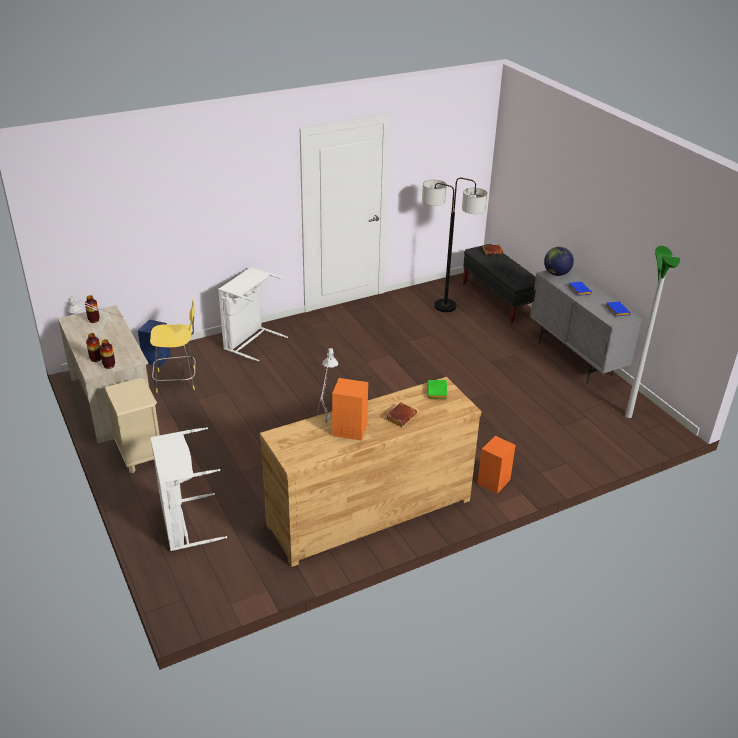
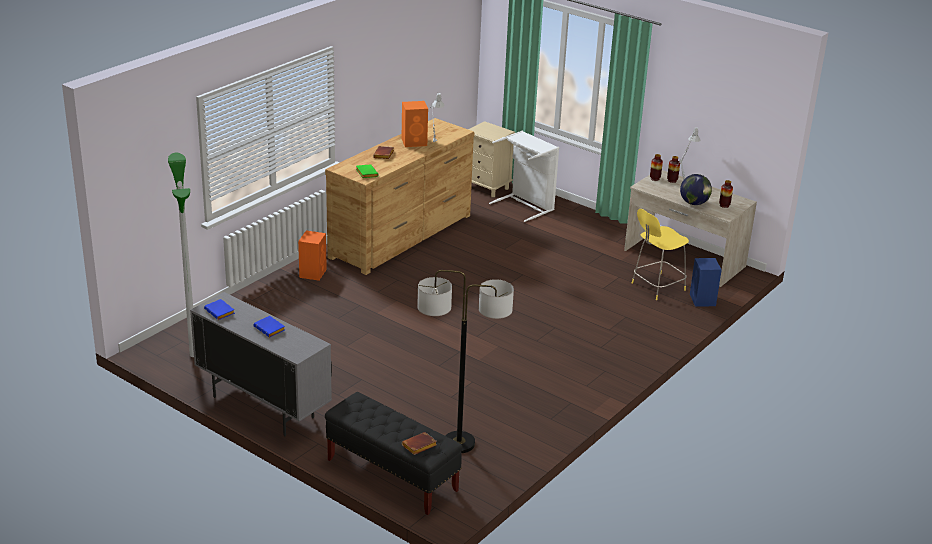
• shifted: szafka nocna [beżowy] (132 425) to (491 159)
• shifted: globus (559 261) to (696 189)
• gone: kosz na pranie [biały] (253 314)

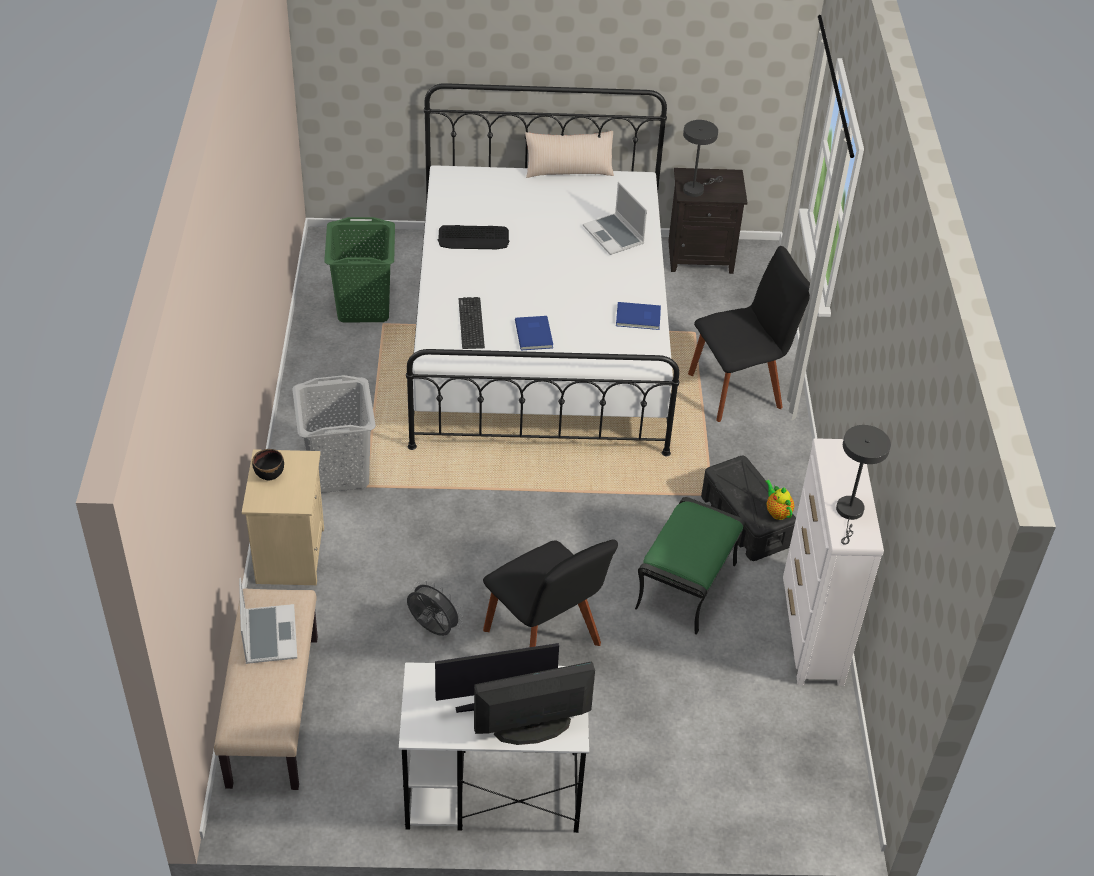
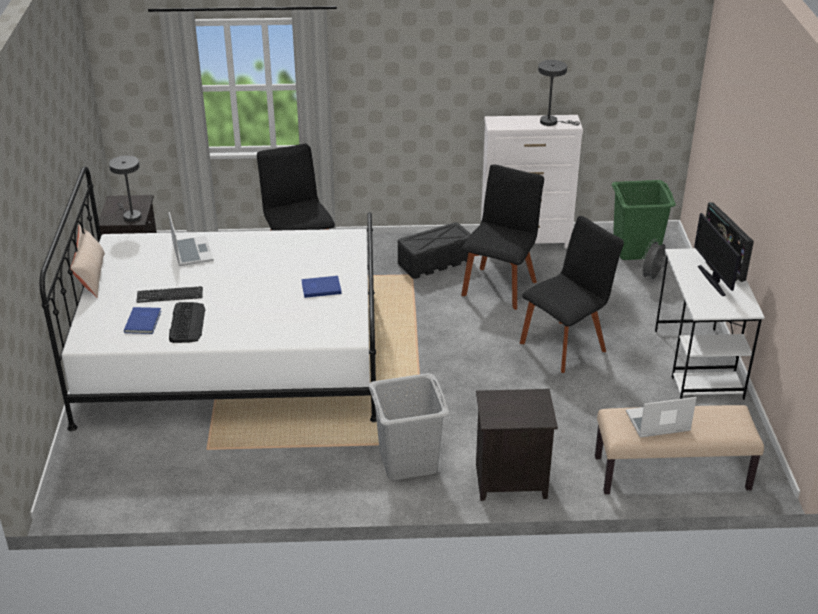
• shifted: książka [niebieski] (638 316) to (142 320)
• shifted: klawiatura (472 323) to (169 294)
• rotated: laptop (615 218) = (191 239) 75 degrees counterclockwise
• swapped: pufa [zielony] (690 566) to krzesło [czarny] (502 237)
• repainted: szafka nocna [beżowy] (283 517) to szafka nocna [czarny] (517 445)
• shifted: kosz na pranie [zielony] (359 269) to (644 220)
• shifted: wentylator [szary] (435 608) to (653 259)
• gone: miska [czarny] (268 465)
• gone: imbryk (779 500)

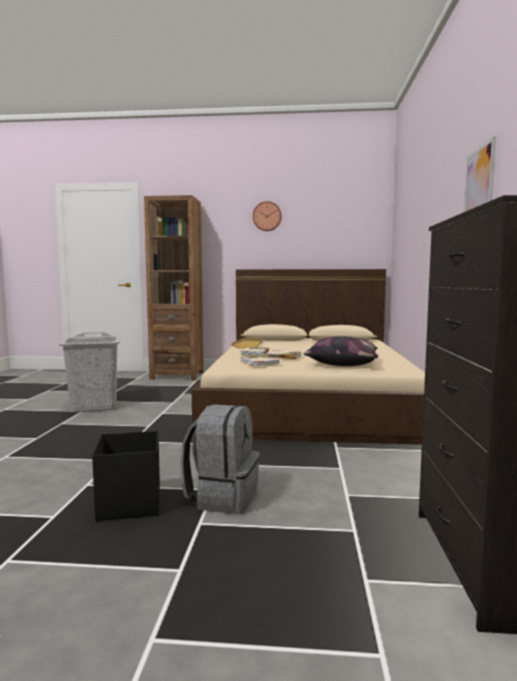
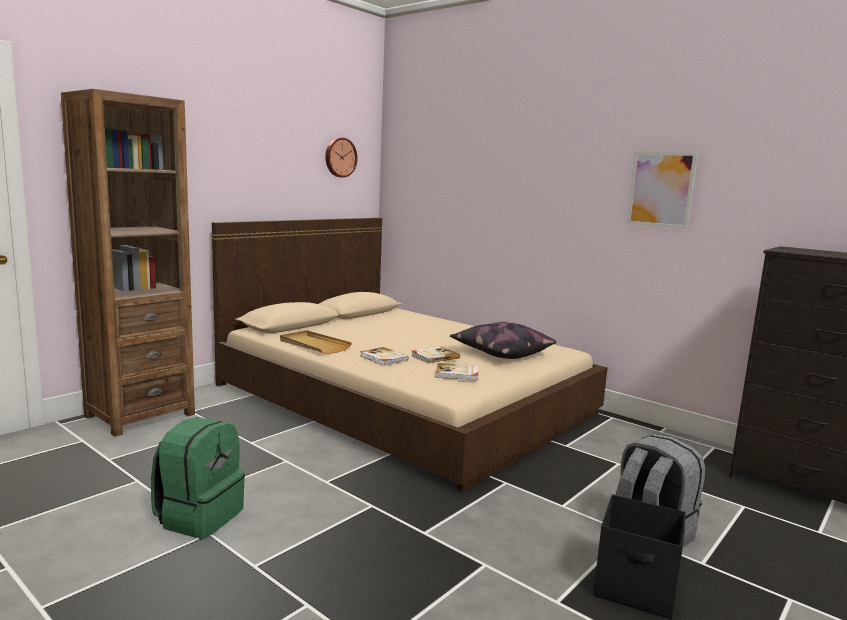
• swapped: kosz na pranie [szary] (89 372) to plecak [zielony] (198 478)
• shifted: zegar ścienny (267 216) to (341 158)

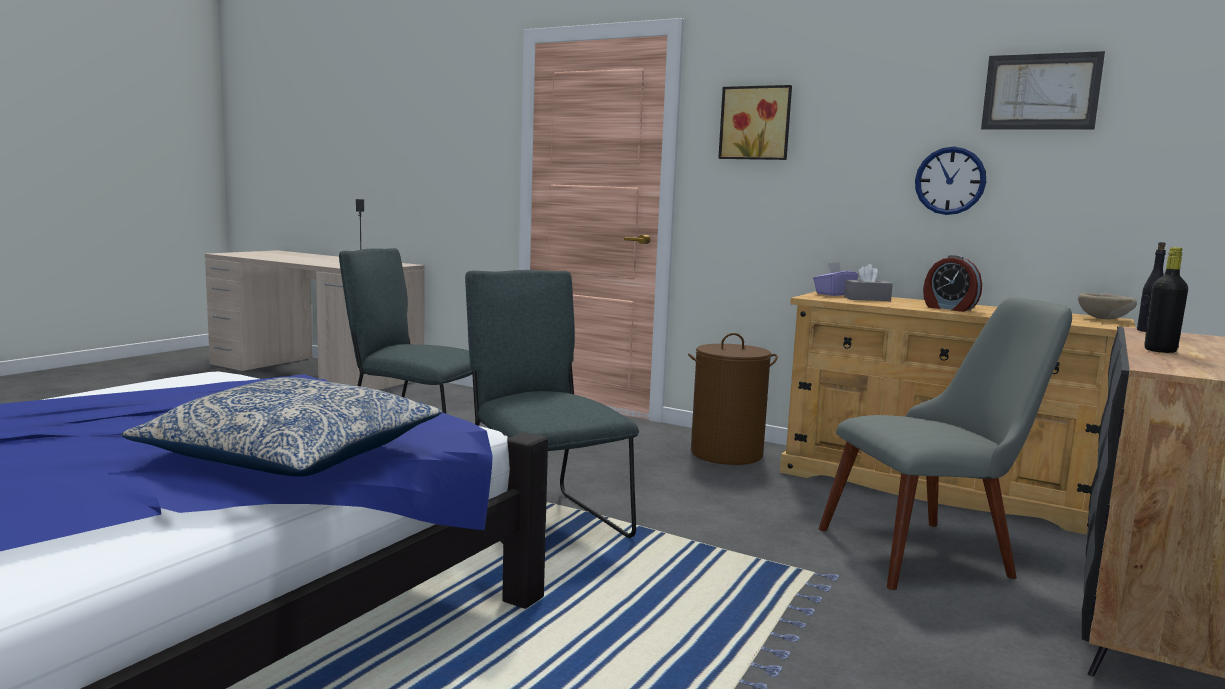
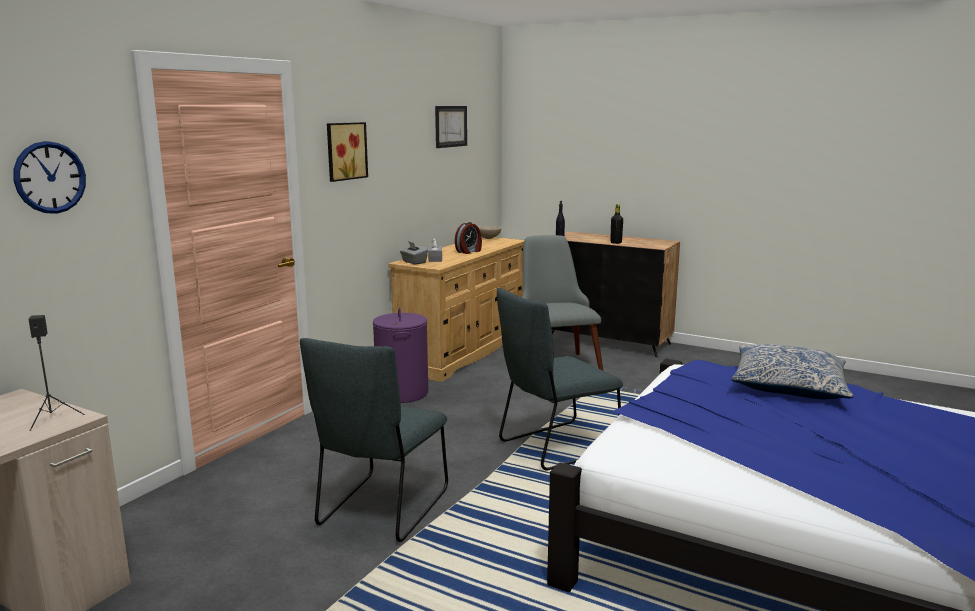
• shifted: zegar ścienny (950 181) to (49 177)
• repainted: kosz na pranie [brązowy] (733 399) to kosz na pranie [fioletowy] (400 355)
• repainted: pudełko chusteczek [fioletowy] (836 279) to pudełko chusteczek [szary] (414 253)

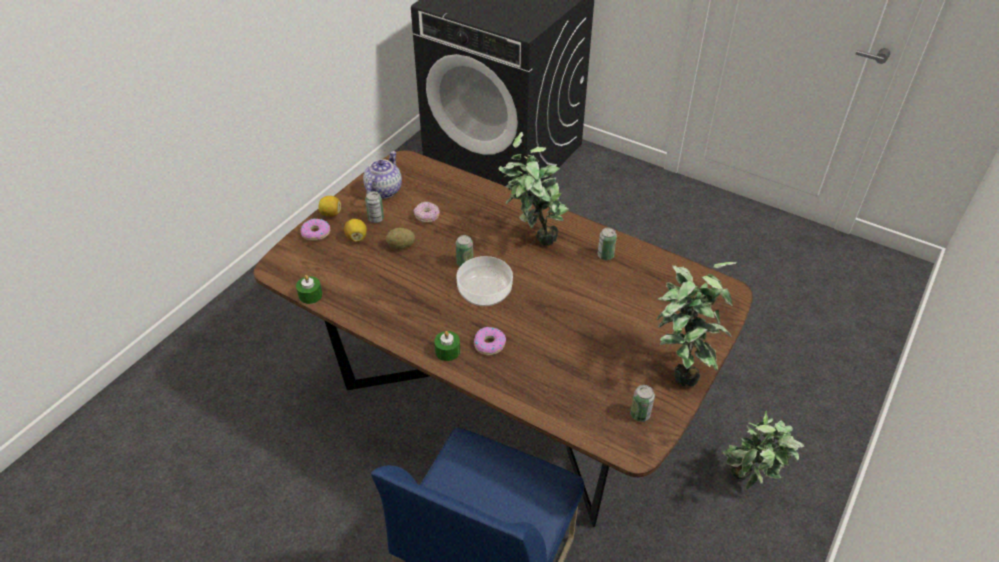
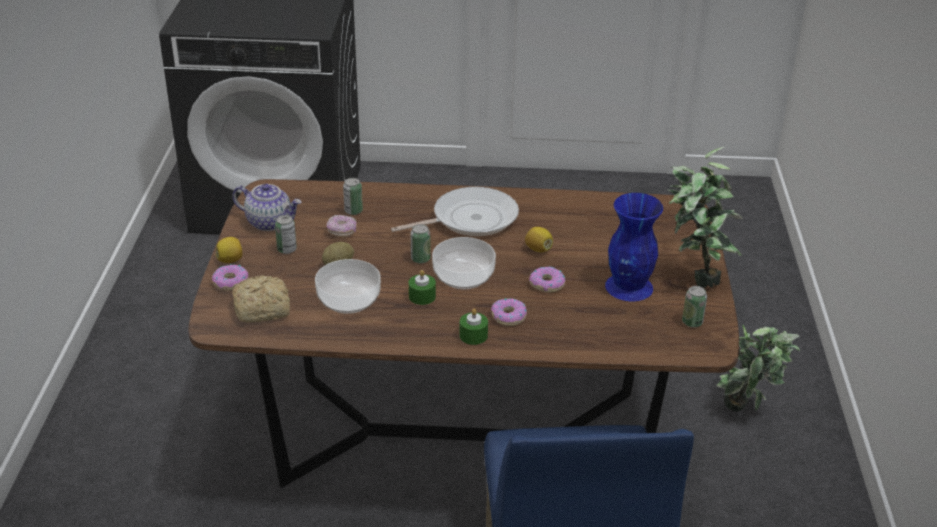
• rotated: imbryk (382 175) = (266 207) 120 degrees clockwise
• new: chleb (261 299)
• new: miska (348 286)
• shifted: puszka (607 243) to (353 196)
• swapped: roślina doniczkowa (533 189) to patelnia (455 211)
• shifted: świeca [zielony] (309 289) to (422 287)
• shifted: cytryna (355 230) to (539 239)
• new: donut (547 279)
• new: wazon [niebieski] (634 247)

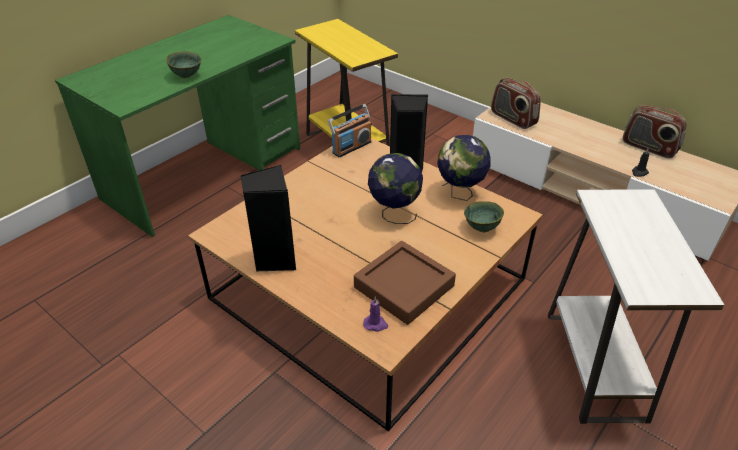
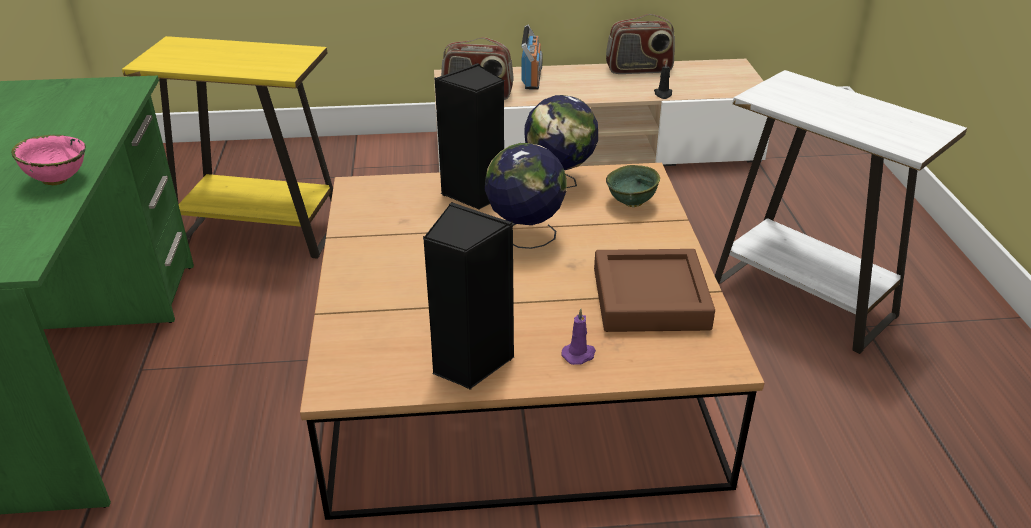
• repainted: miska [zielony] (183 64) to miska [różowy] (48 160)
• shifted: radio (350 130) to (532 57)
• shifted: świeca [fioletowy] (375 314) to (579 336)

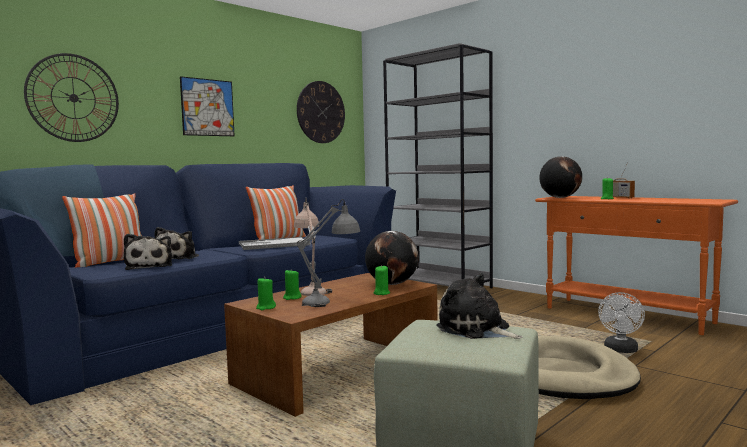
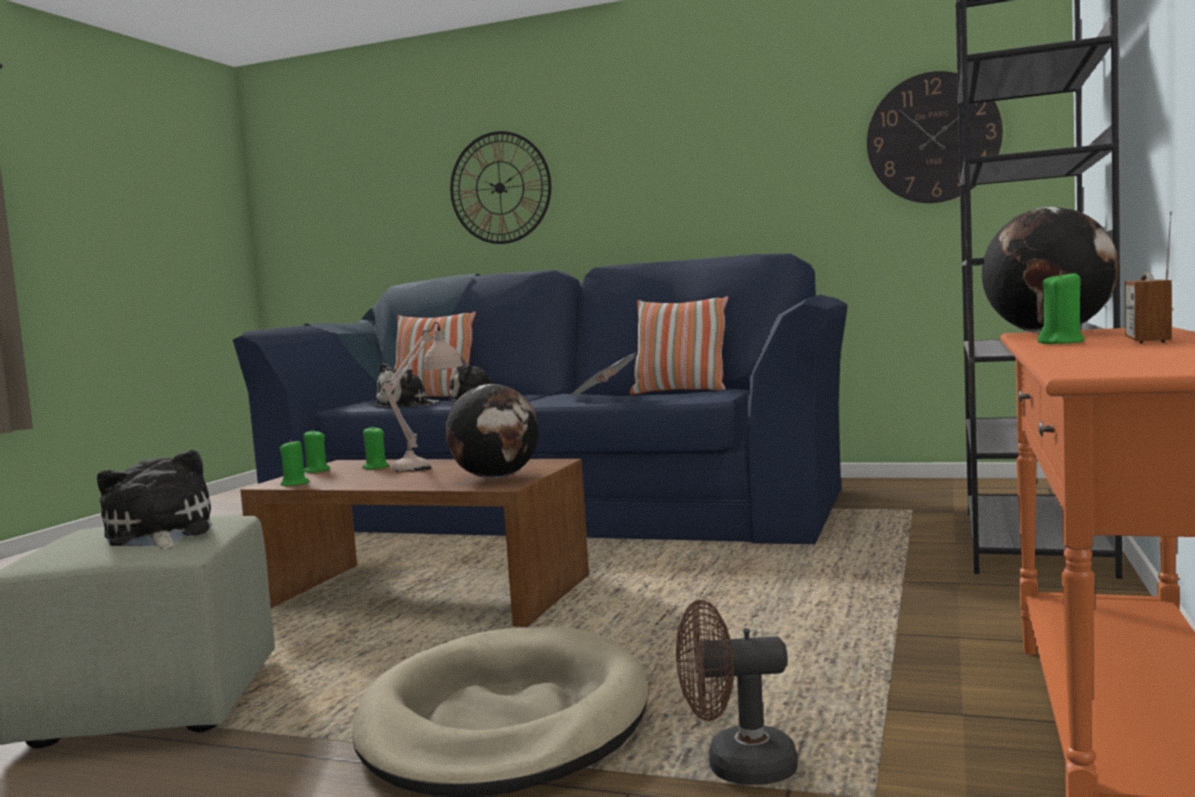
• rotated: pluszak (480 306) = (154 499) 45 degrees counterclockwise
• shifted: świeca [zielony] (381 280) to (294 462)
• swapped: taca (275 243) to gazeta (602 374)
• repainted: wentylator [biały] (621 322) to wentylator [brązowy] (737 692)
• gone: obraz (207 106)
• gone: lampa stołowa [szary] (328 253)

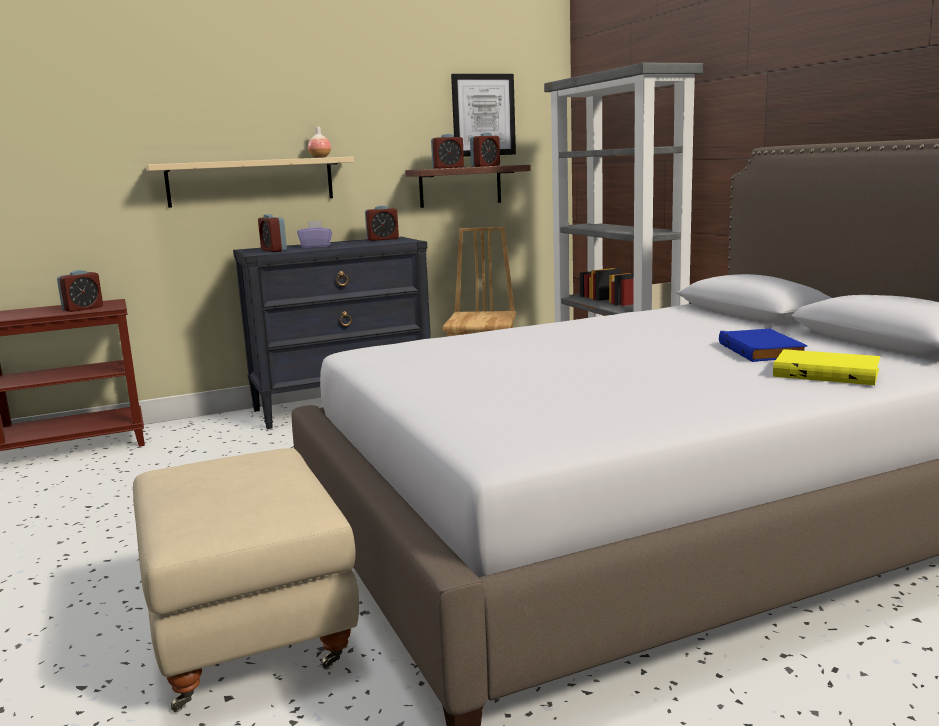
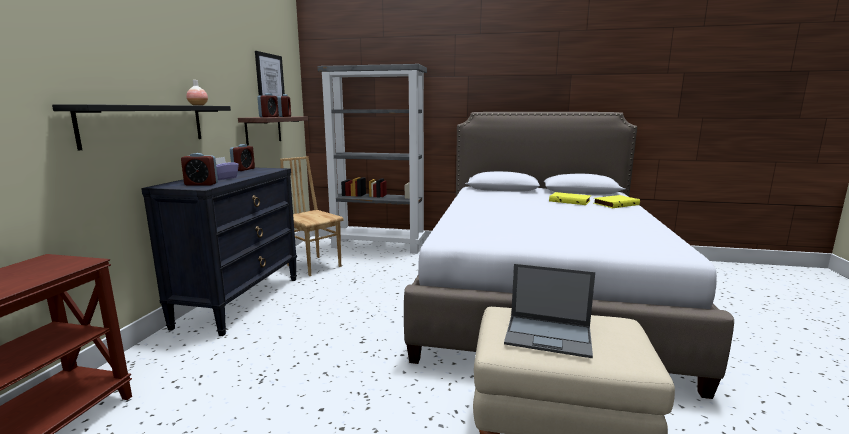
• repainted: półka [beżowy] (250 182) to półka [czarny] (141 127)
• new: laptop (549 310)
• repainted: książka [niebieski] (763 345) to książka [żółty] (570 198)
• gone: budzik (80 291)

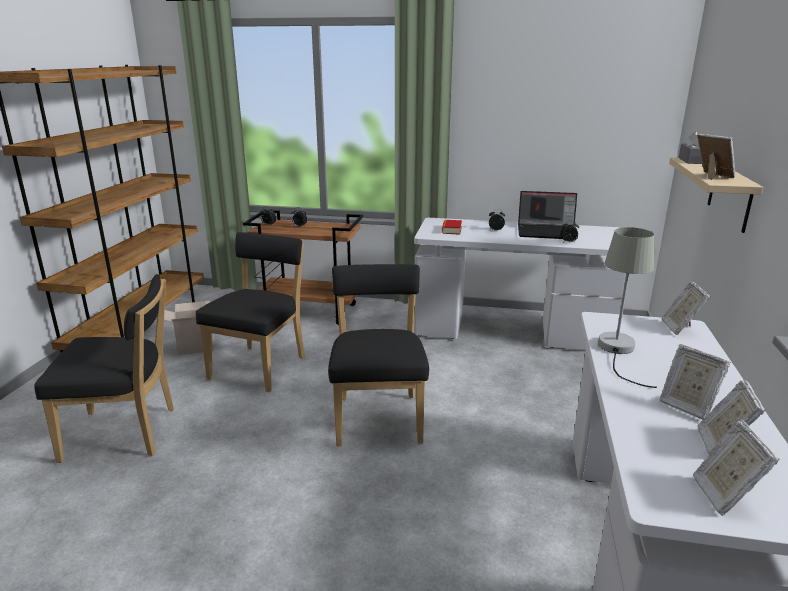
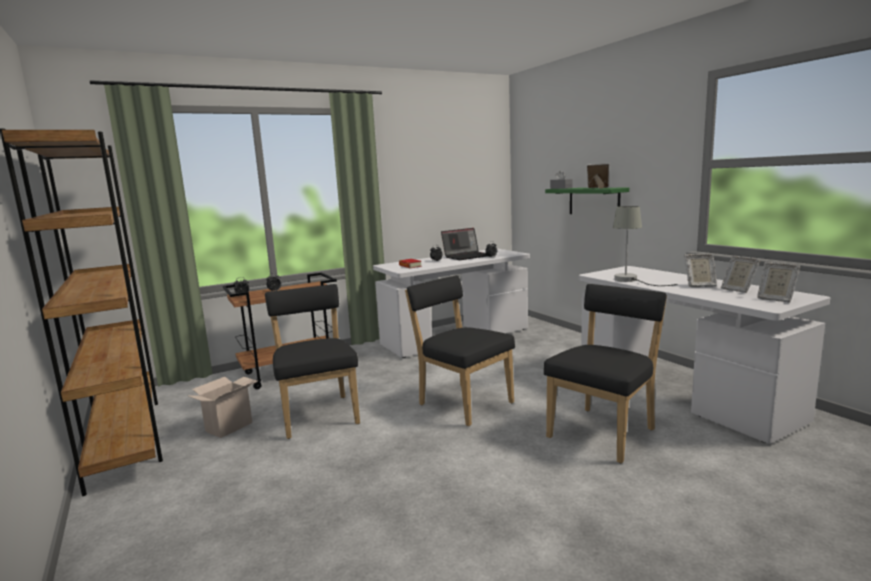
• shifted: krzesło [czarny] (104 368) to (605 373)
• repainted: półka [beżowy] (716 195) to półka [zielony] (587 201)
• gone: ramka na zdjęcie (685 308)

